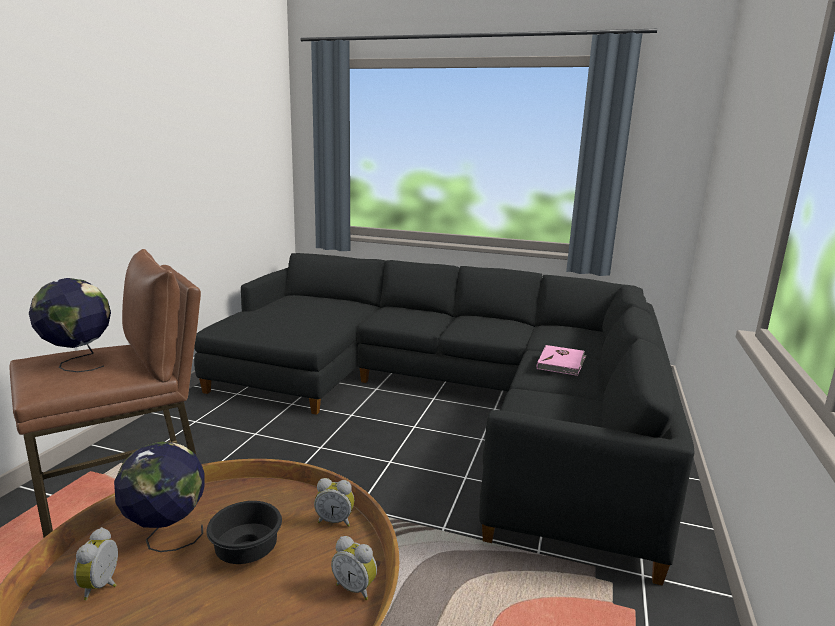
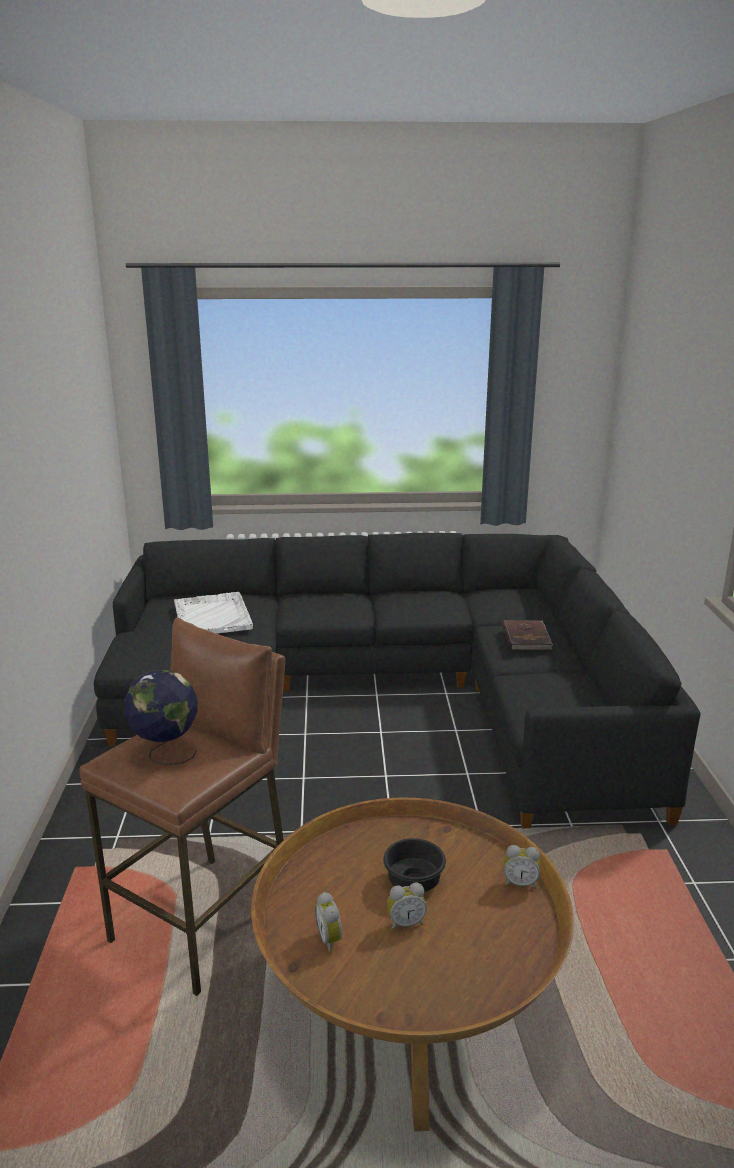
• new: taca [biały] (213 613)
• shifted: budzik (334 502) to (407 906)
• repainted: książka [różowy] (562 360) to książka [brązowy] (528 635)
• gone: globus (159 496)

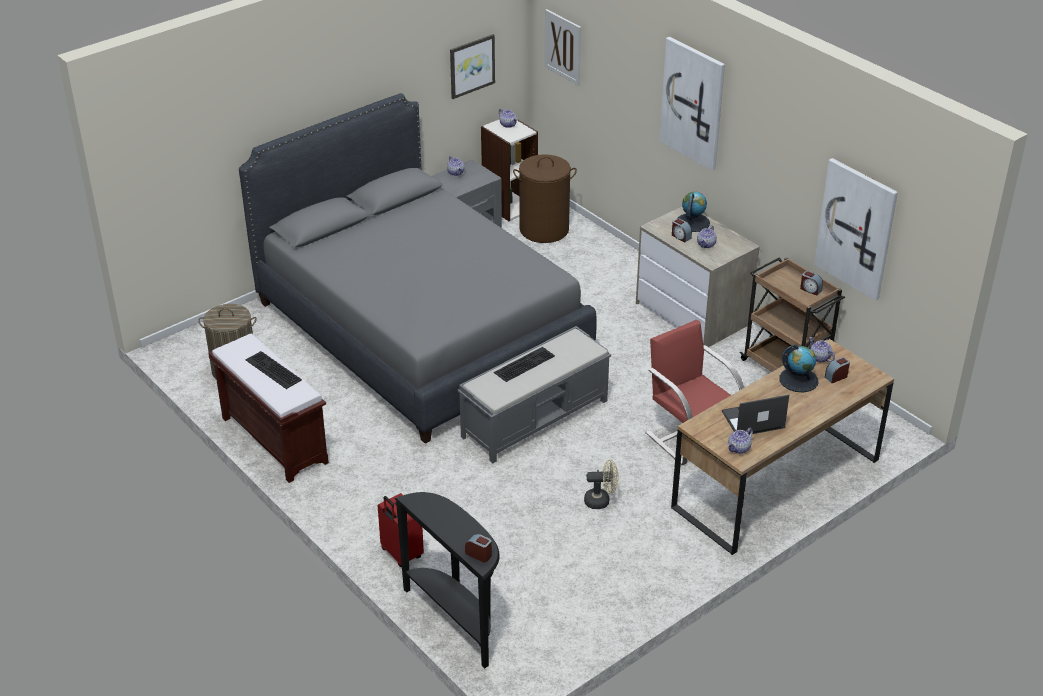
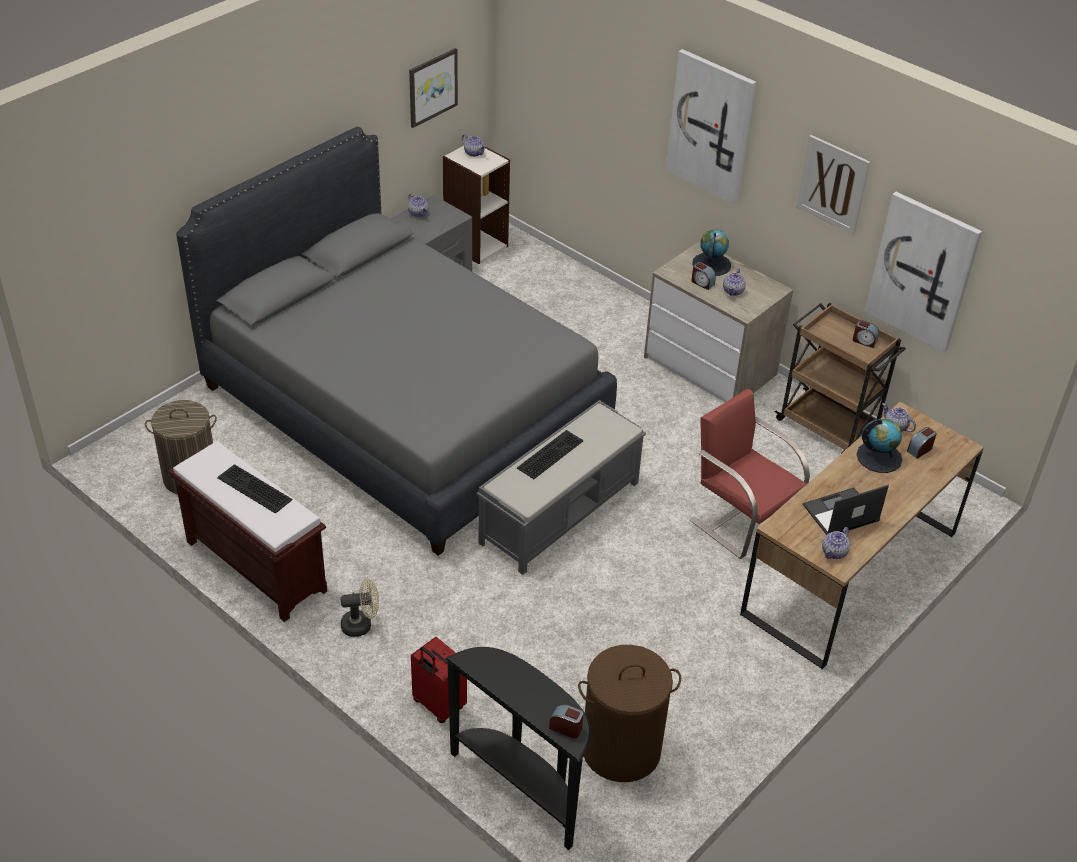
• shifted: wentylator [beżowy] (601 484) to (359 607)
• shifted: kosz na pranie [brązowy] (545 198) to (629 713)
• shifted: obraz (562 47) to (833 185)

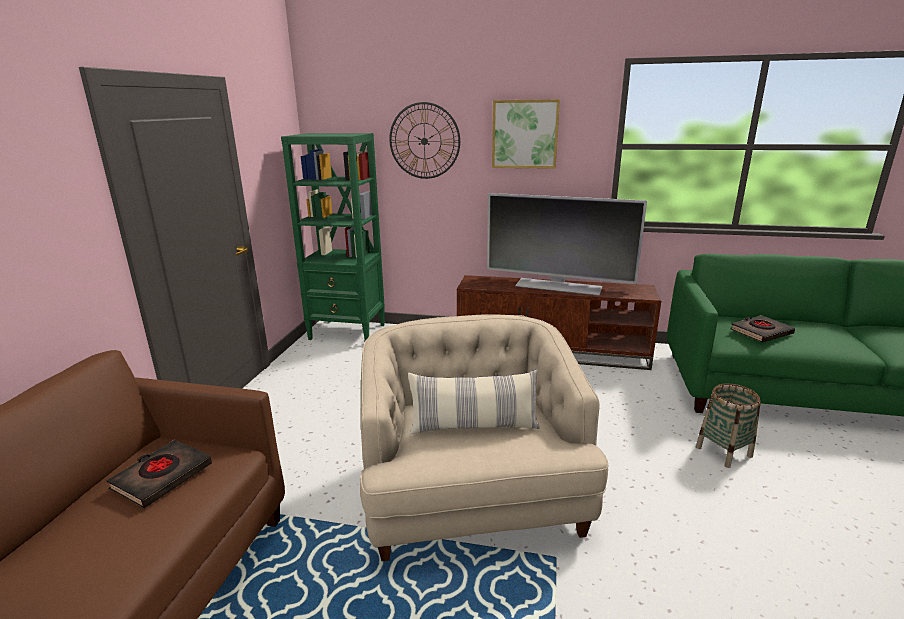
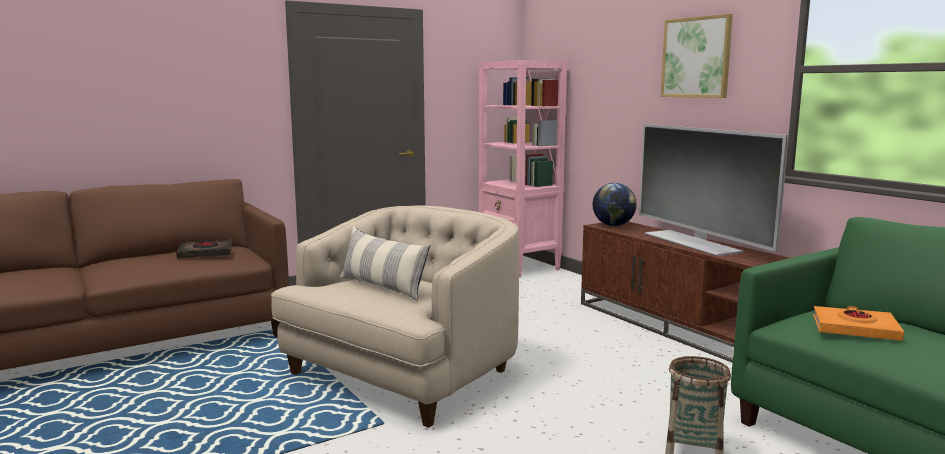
• repainted: regał [zielony] (333 237) to regał [różowy] (522 169)
• new: globus (614 204)
• repainted: książka [czarny] (762 328) to książka [pomarańczowy] (858 323)
• gone: zegar ścienny (424 140)

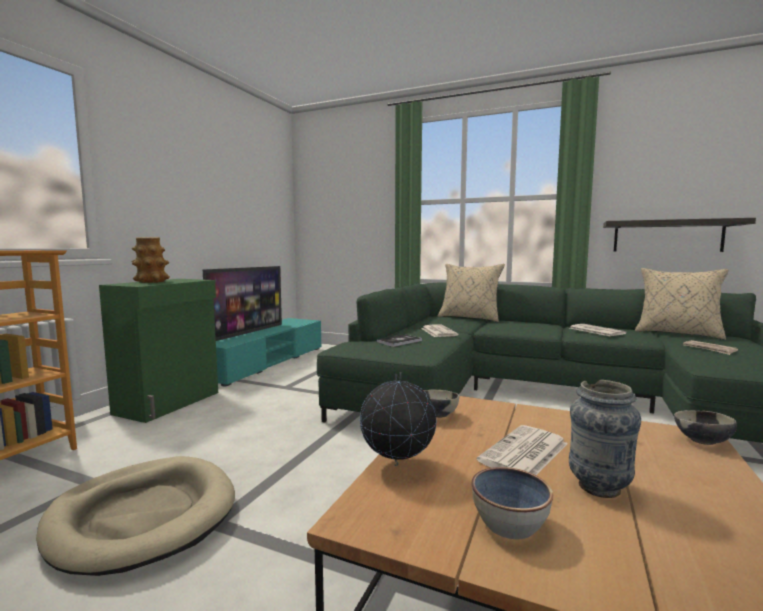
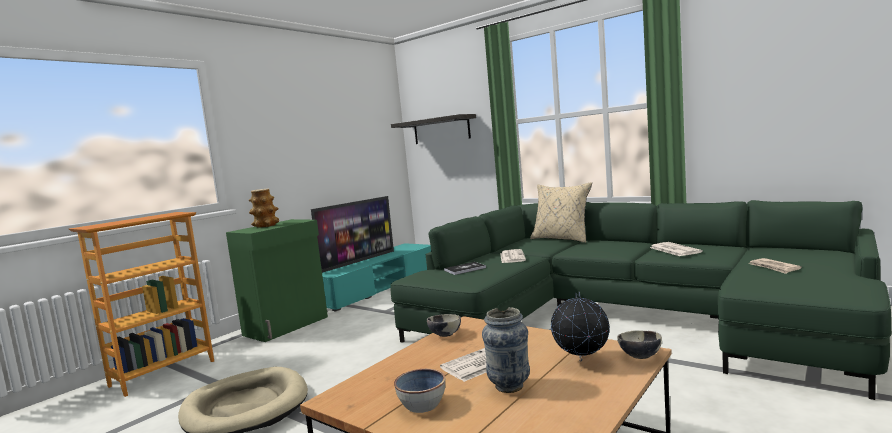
• shifted: półka (679 235) to (433 129)
• shifted: globus (398 419) to (580 326)
• gone: poduszka [beżowy] (682 304)

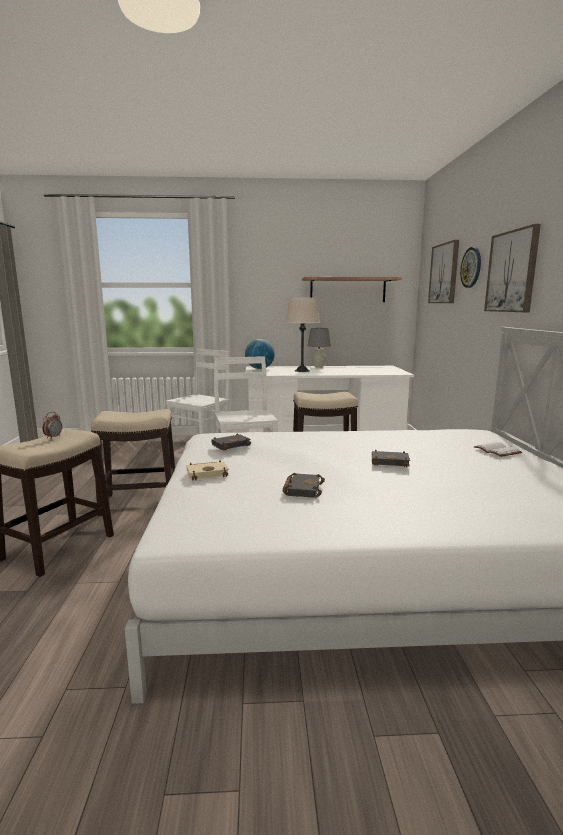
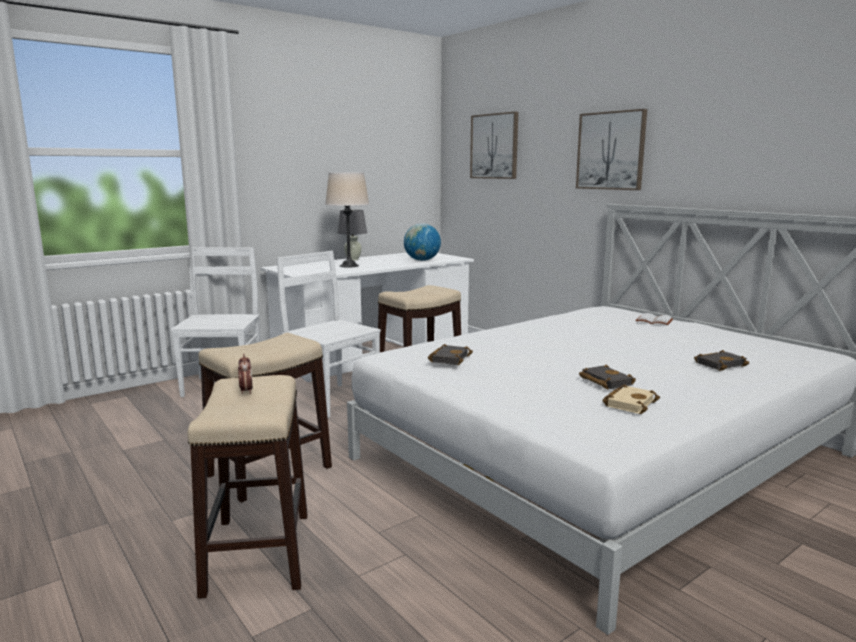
• shifted: globus (260 354) to (422 242)
• shifted: książka [beżowy] (208 470) to (631 399)
• shifted: książka [czarny] (391 458) to (721 360)
• gone: półka (352 289)
• gone: zegar ścienny (470 267)

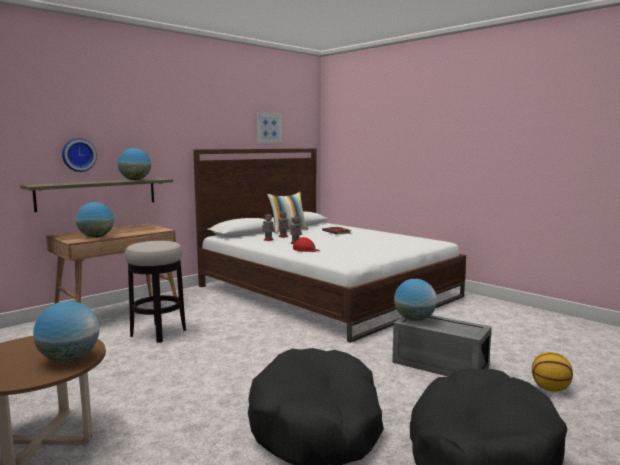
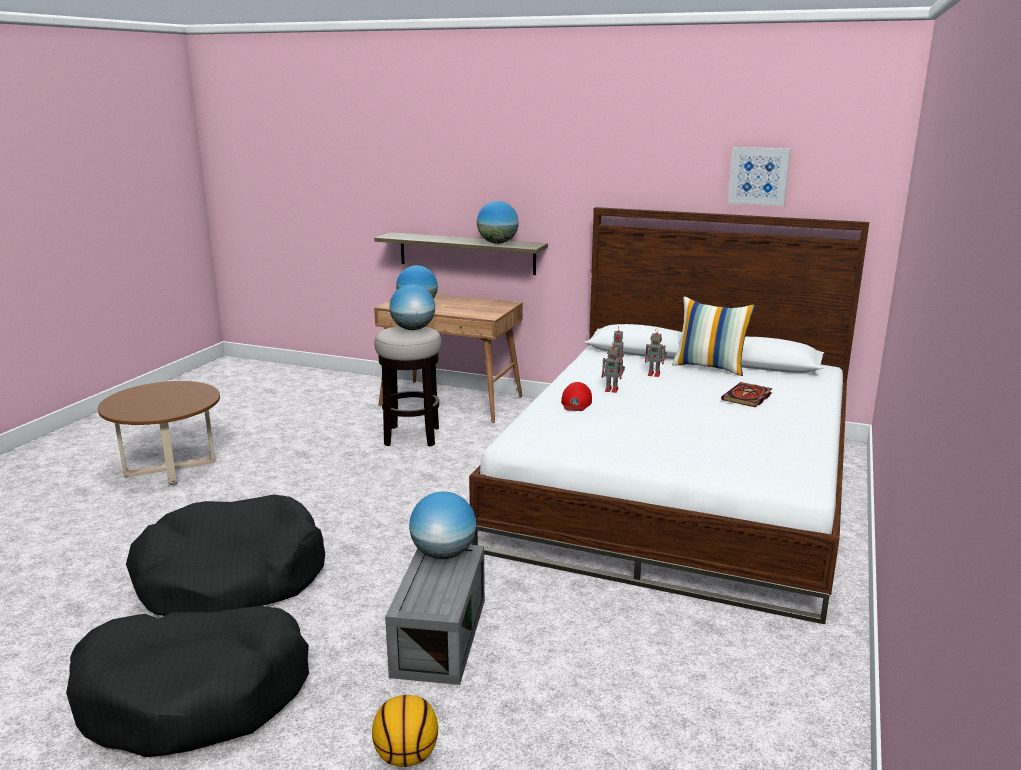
• shifted: globus (66 331) to (412 307)
• gone: zegar ścienny (79 155)

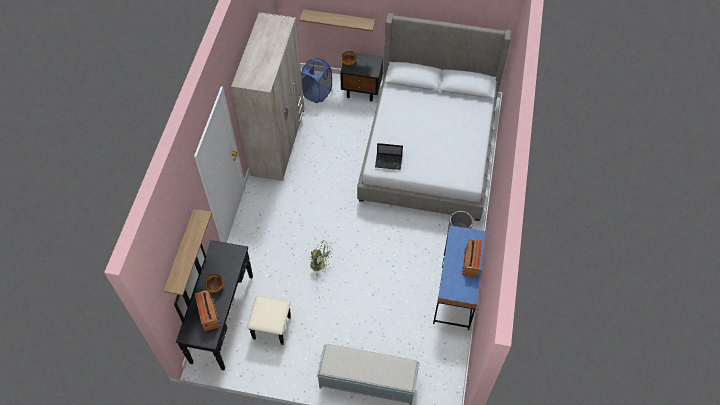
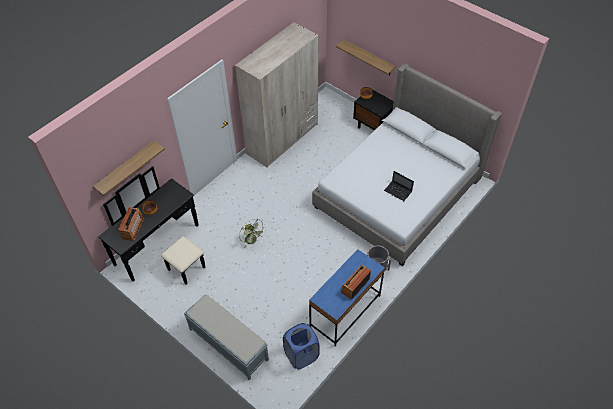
• shifted: kosz na pranie [niebieski] (316 80) to (301 346)
• shifted: laptop (389 156) to (399 186)

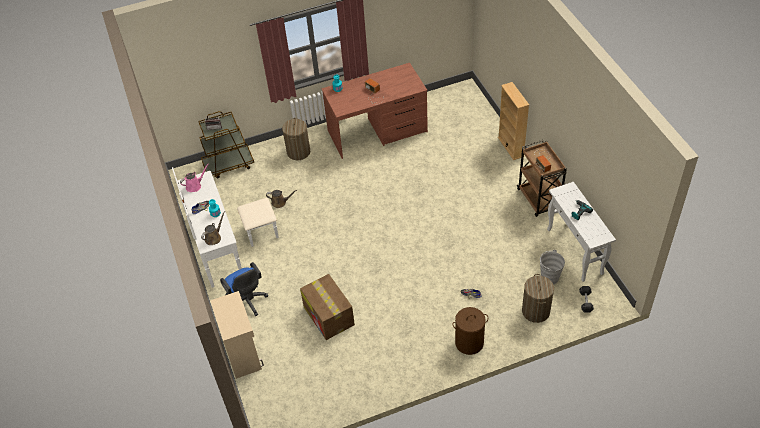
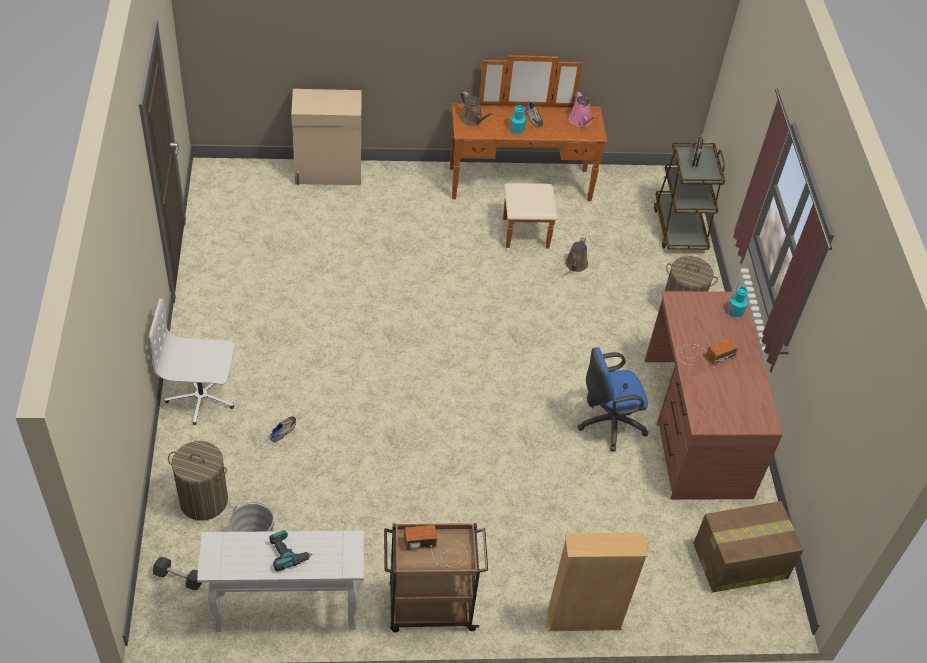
• swapped: kosz na pranie [brązowy] (470 331) to krzesło biurowe [biały] (192 361)
• repainted: komoda [biały] (225 227) to komoda [brązowy] (528 151)
• shifted: krzesło biurowe [niebieski] (244 289) to (613 399)
• shifted: karton (327 307) to (748 546)

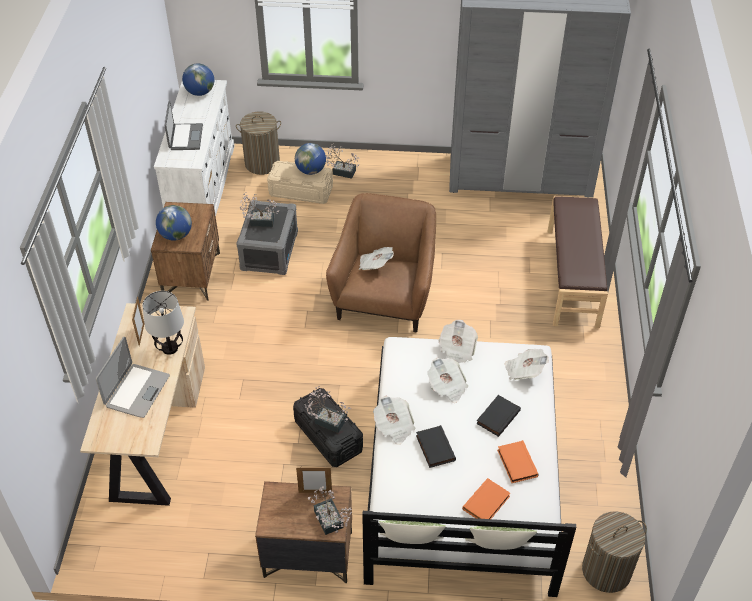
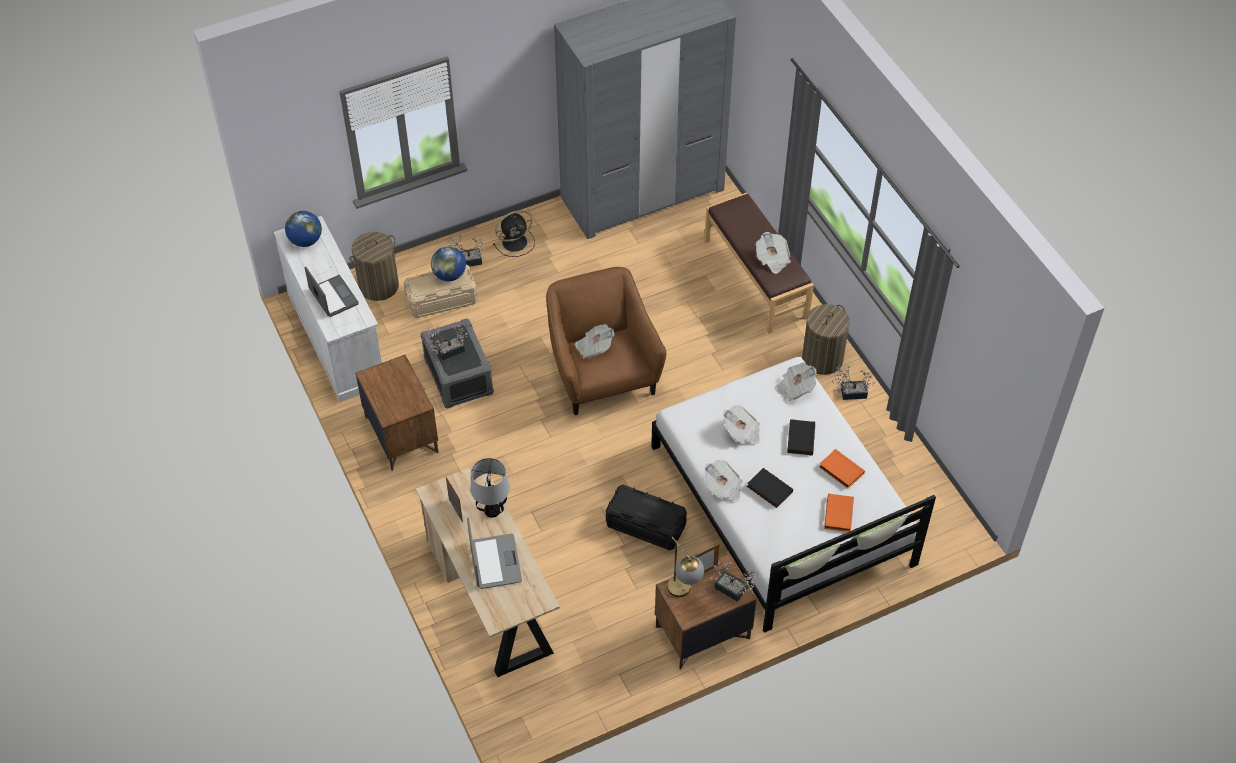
• new: wentylator [czarny] (514 233)
• new: lampa stołowa (685 567)
• shifted: gazeta (458 341) to (773 253)
• shifted: kosz na pranie (614 552) to (826 339)
• shifted: roślina doniczkowa (328 409) to (853 382)
• gone: globus (174 223)

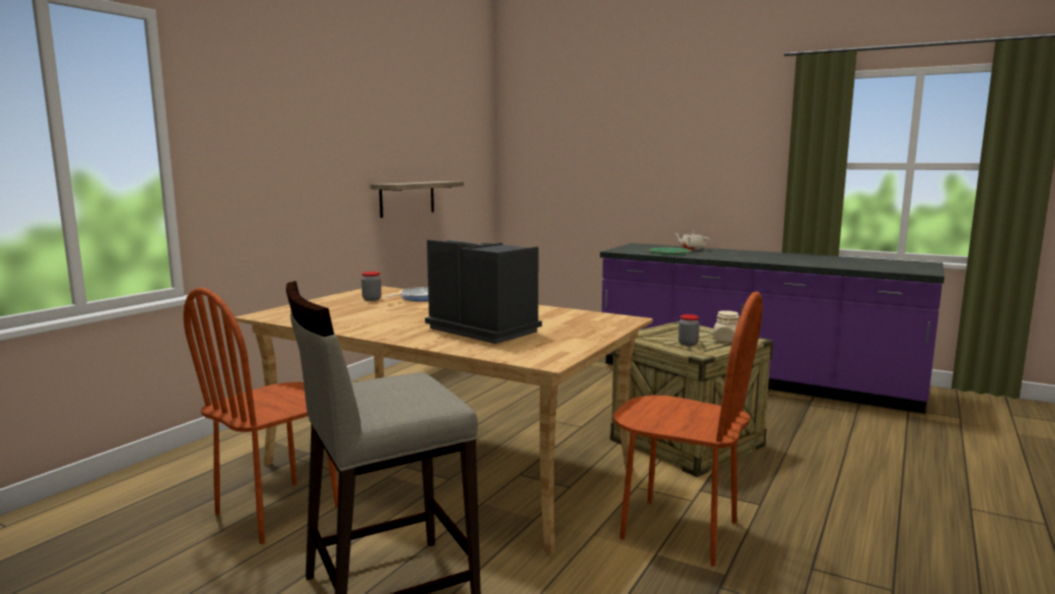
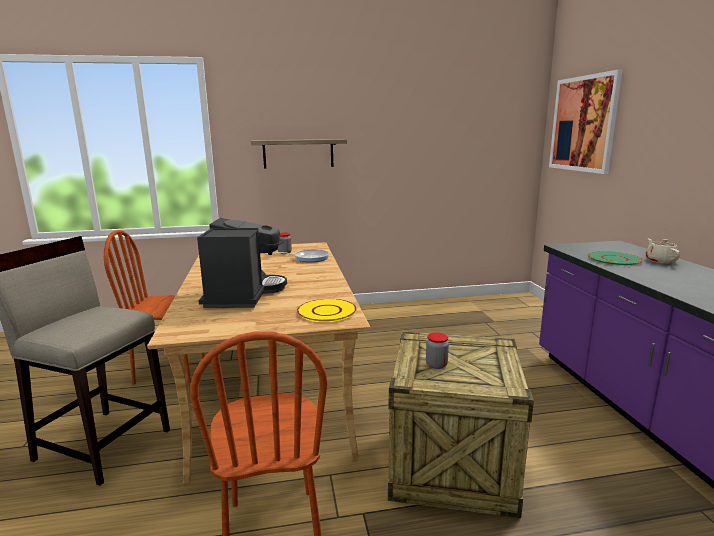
• shifted: półka (417 199) to (299 153)
• new: talerz [żółty] (327 310)
• new: obraz (586 121)
• gone: słoik [beżowy] (726 326)

